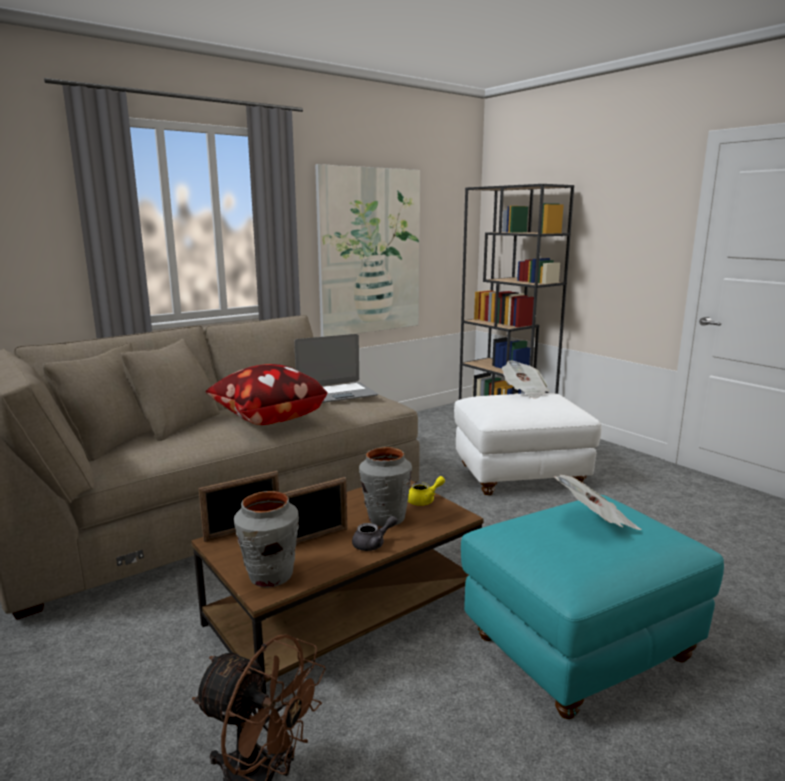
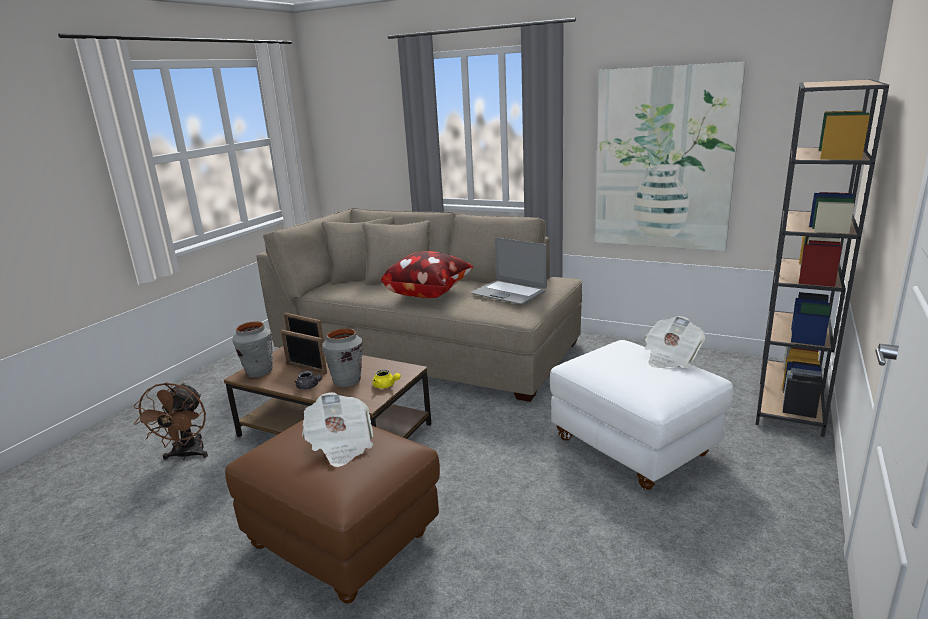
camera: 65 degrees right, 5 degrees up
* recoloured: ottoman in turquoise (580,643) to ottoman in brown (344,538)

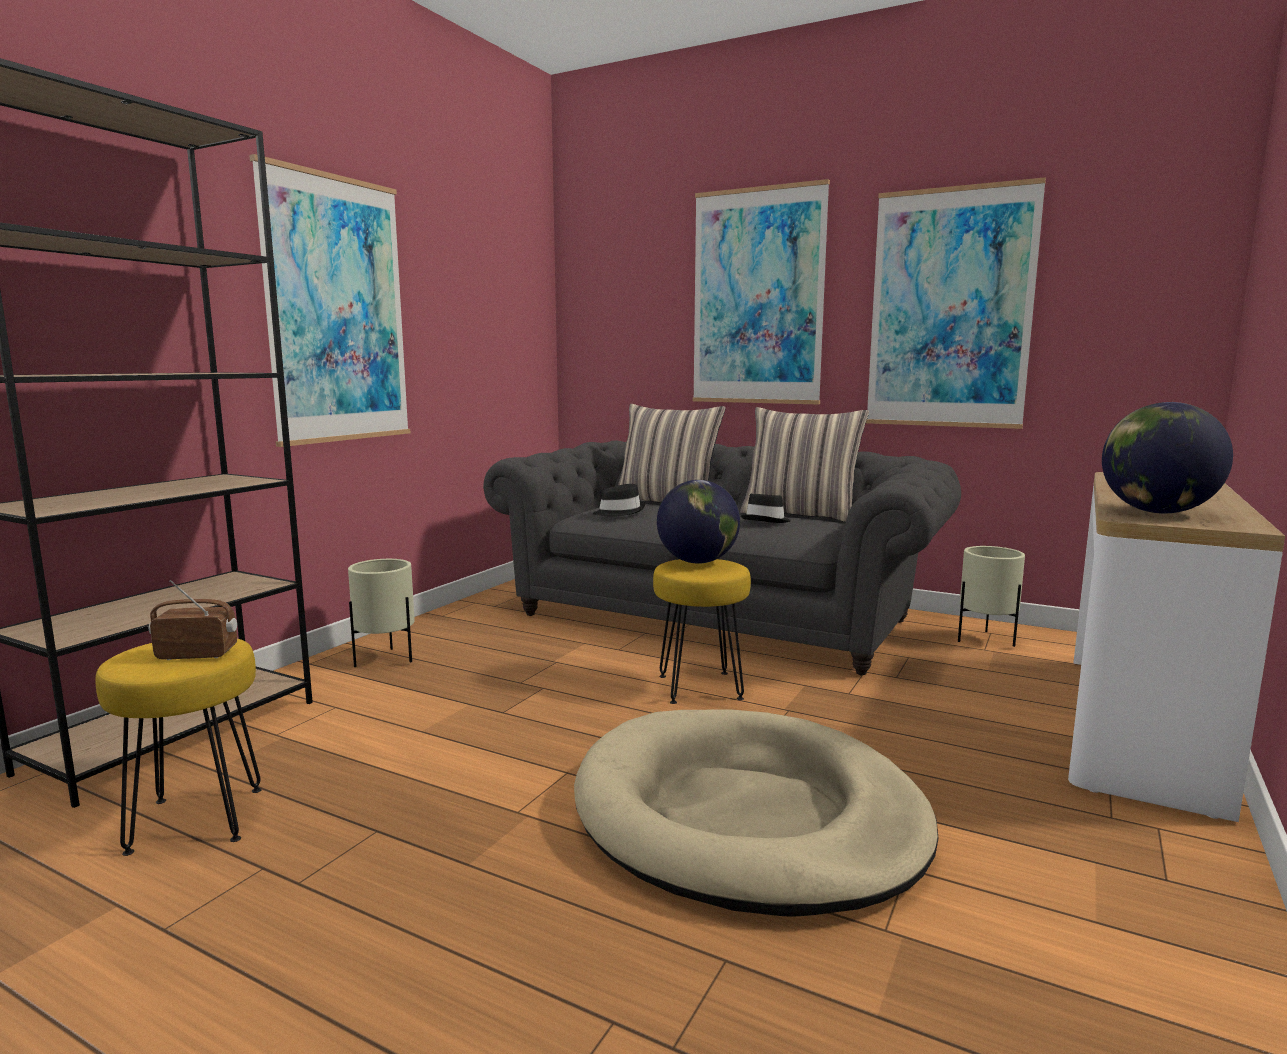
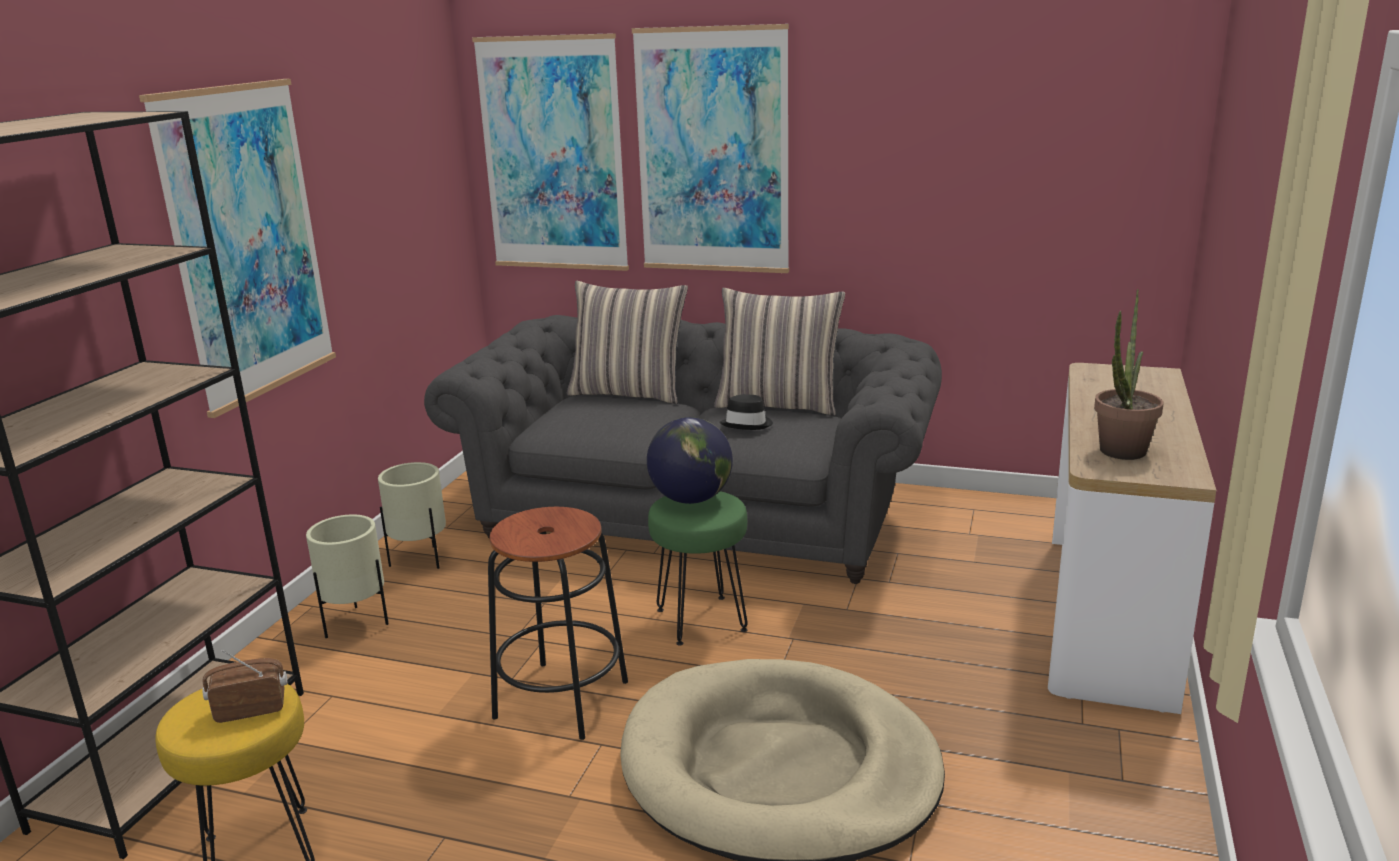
camera: 10 degrees left, 10 degrees up
* removed: hat in black (619,512)
* recoloured: stool in yellow (699,687) to stool in green (700,619)
* moved: picture (950,309) to (553,155)
* moved: planter in beige (986,640) to (421,561)
* replaced: globe (1157,512) to potted plant (1119,455)
* added: stool in black (561,699)

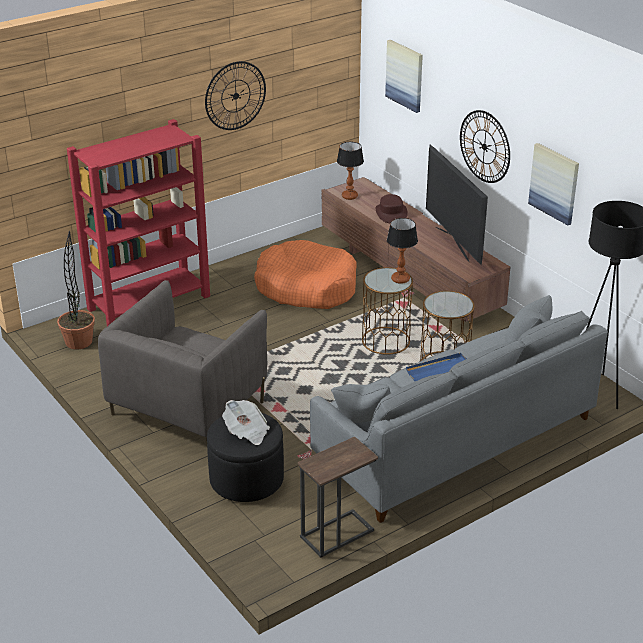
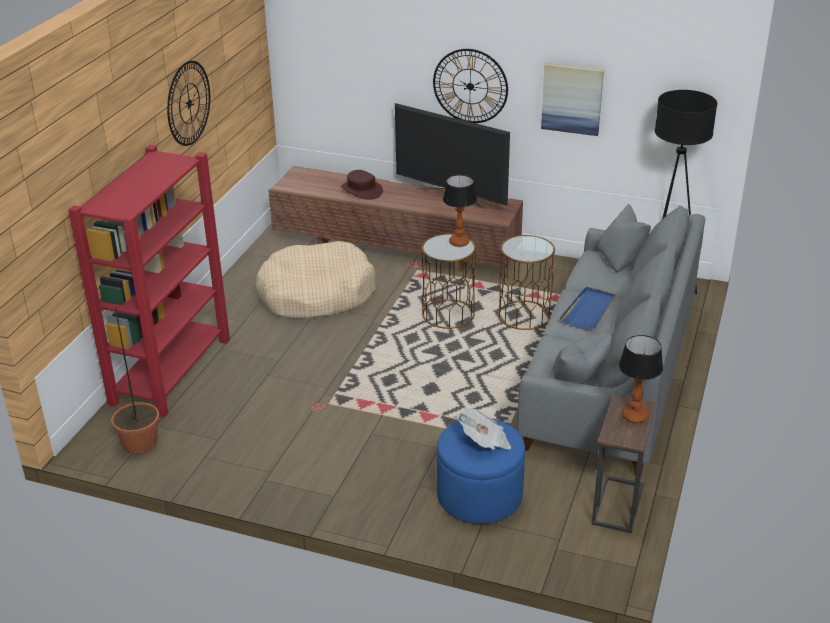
camera: 35 degrees left, 0 degrees up
* removed: armchair in grey (188,407)
* recoloured: ottoman in black (246,479) to ottoman in blue (479,496)
* recoloured: dog bed in orange (306,287) to dog bed in beige (316,294)
* moved: table lamp (349,196) to (635,416)
* removed: picture (405,75)

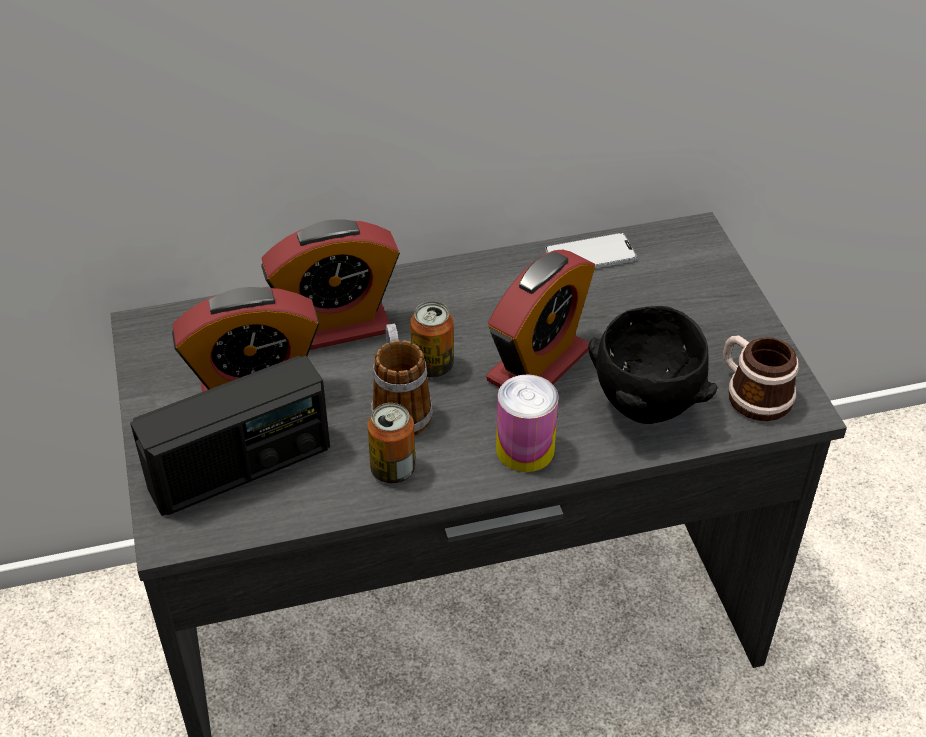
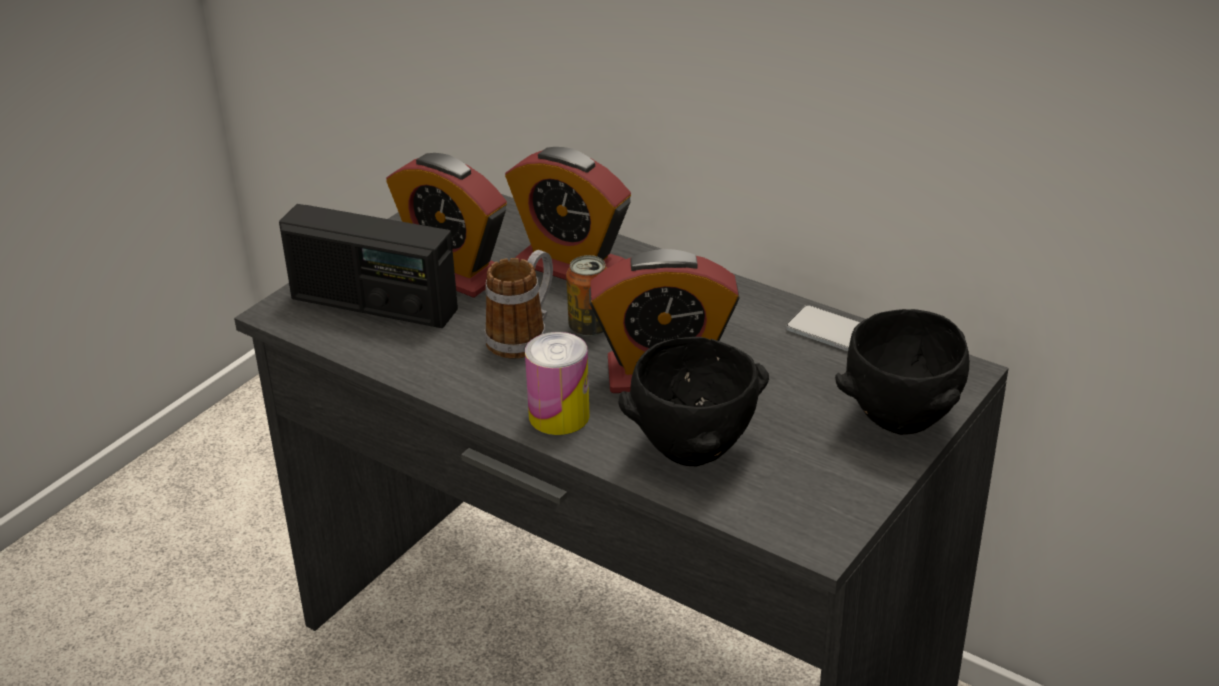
camera: 50 degrees right, 10 degrees down
* removed: can (393,469)
* removed: mug (752,393)
* added: bowl in black (899,421)

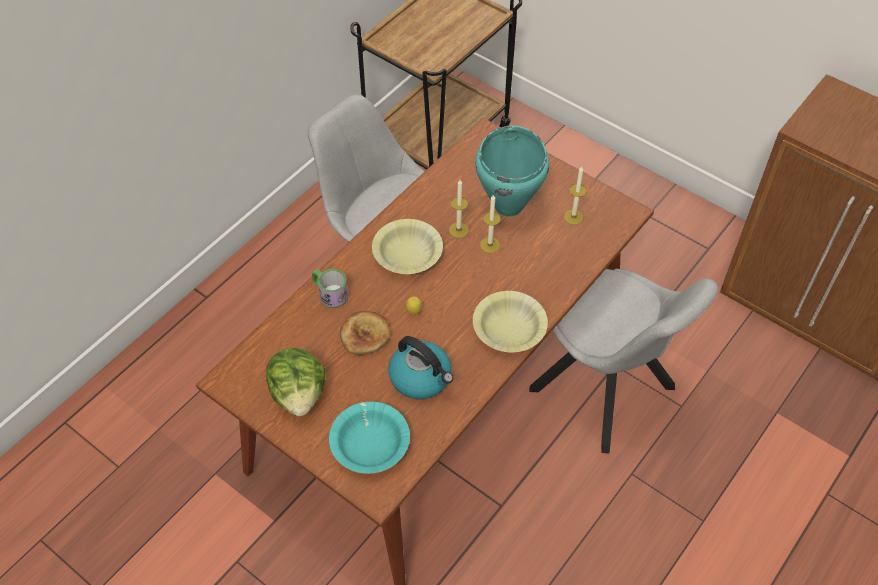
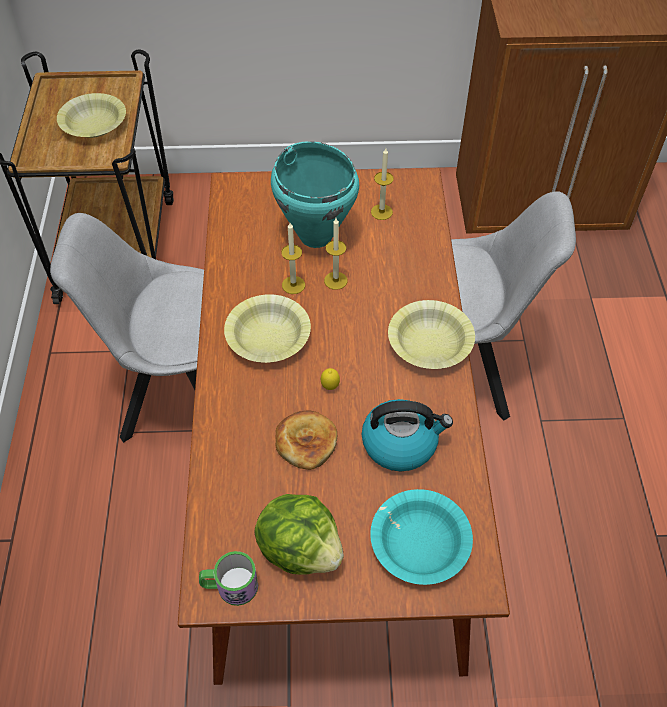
camera: 40 degrees left, 0 degrees up
* moved: mug (329,294) to (230,586)
* added: bowl in yellow (94,125)

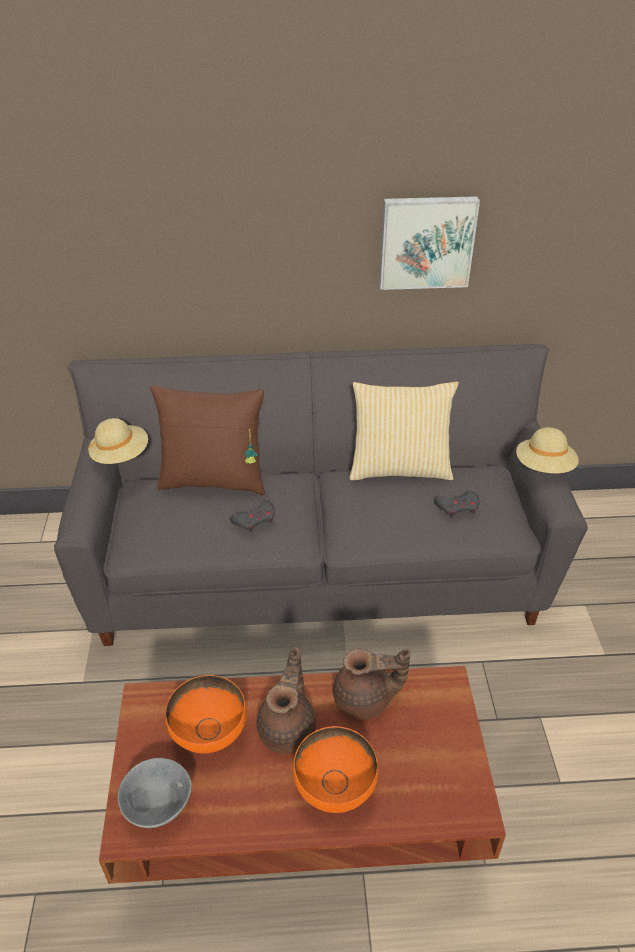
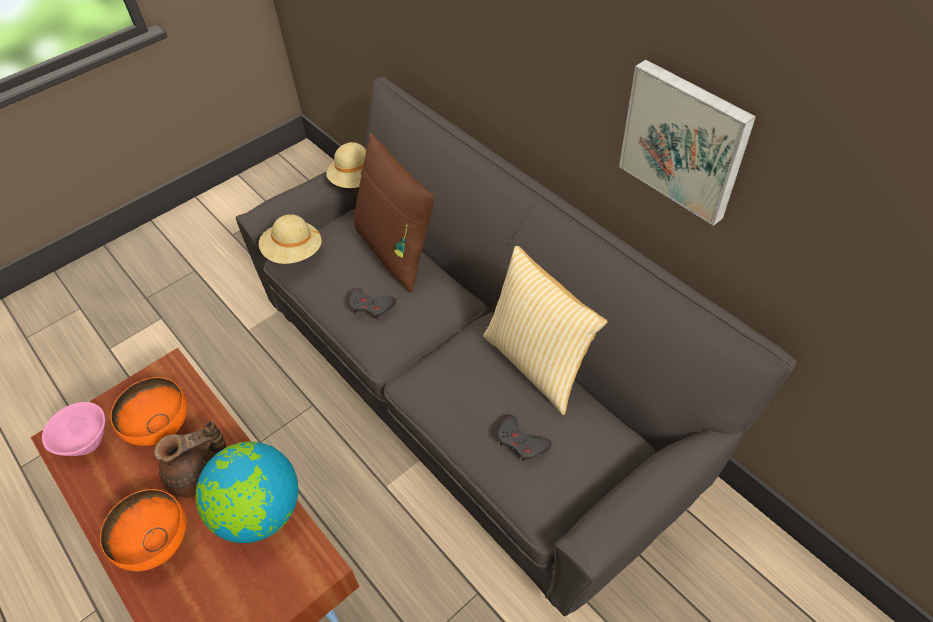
camera: 55 degrees right, 10 degrees up
* recoloured: bowl in grey (158,805) to bowl in pink (87,440)
* replaced: teapot in brown (365,700) to globe (260,512)
* moved: hat in beige (544,467) to (293,252)

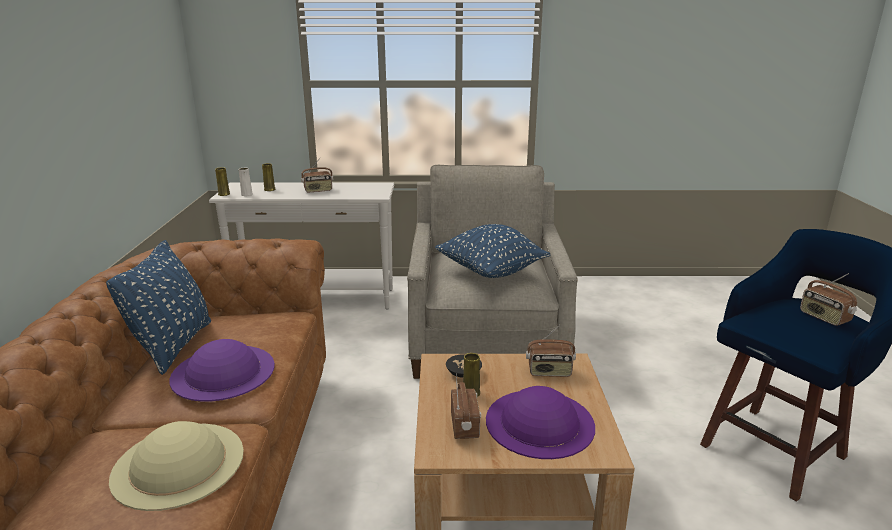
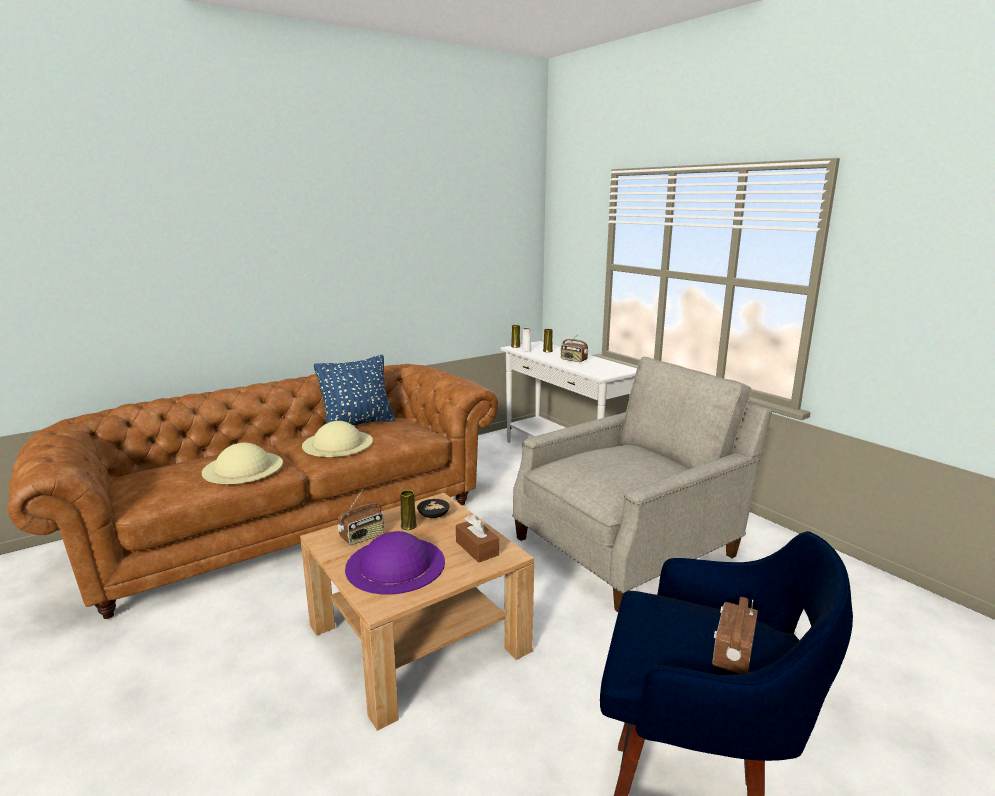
camera: 55 degrees right, 5 degrees down
* recoloured: hat in purple (223,372) to hat in beige (338,443)
* removed: pillow in blue (491,272)
* replaced: radio (549,372) to tissue box in brown (477,548)

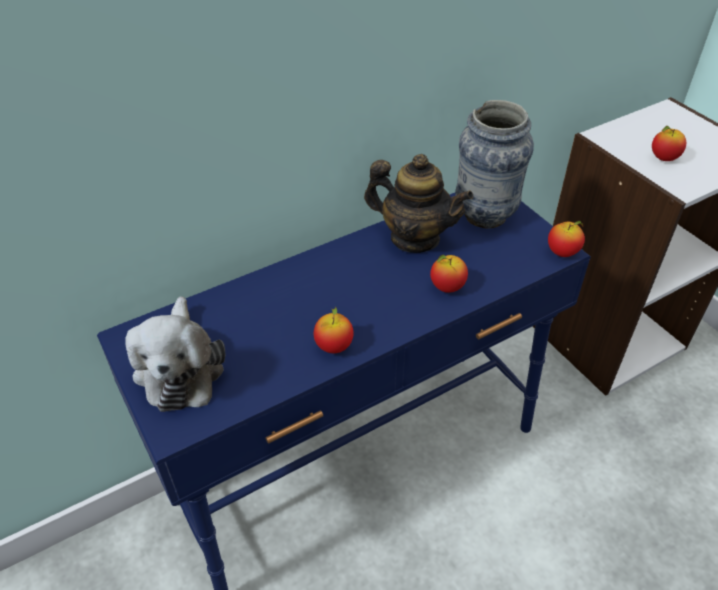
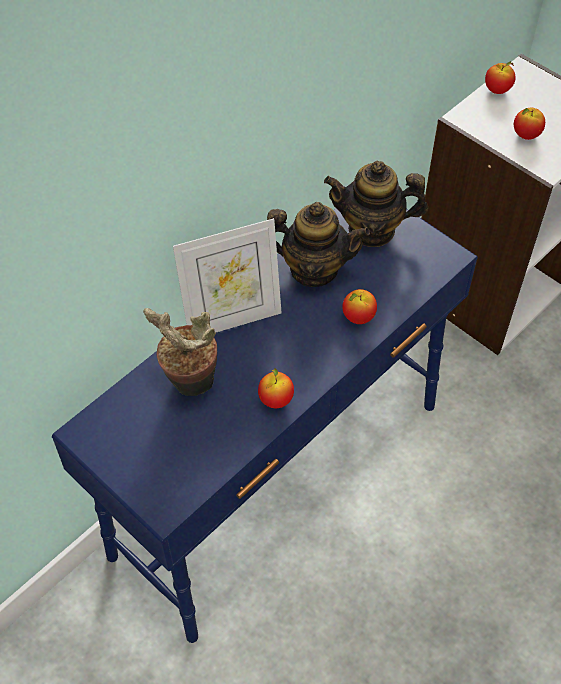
camera: 15 degrees left, 10 degrees up
* removed: plush toy (180,368)
* replaced: vase (484,215) to teapot (372,230)
* moved: apple (562,253) to (497,90)
* added: potted plant (189,384)
* added: picture frame (232,318)

